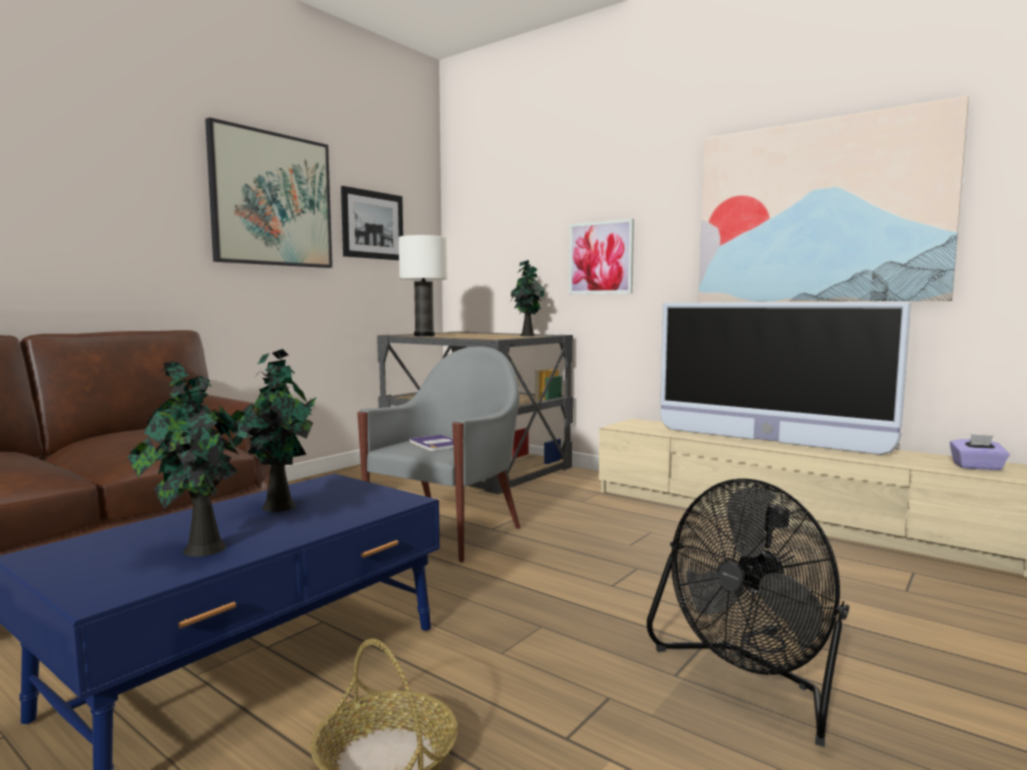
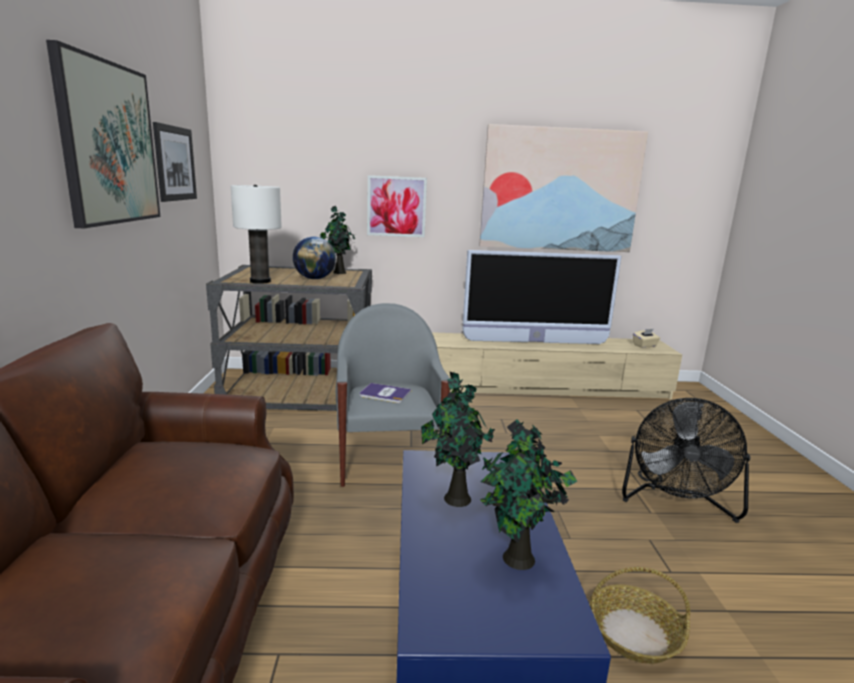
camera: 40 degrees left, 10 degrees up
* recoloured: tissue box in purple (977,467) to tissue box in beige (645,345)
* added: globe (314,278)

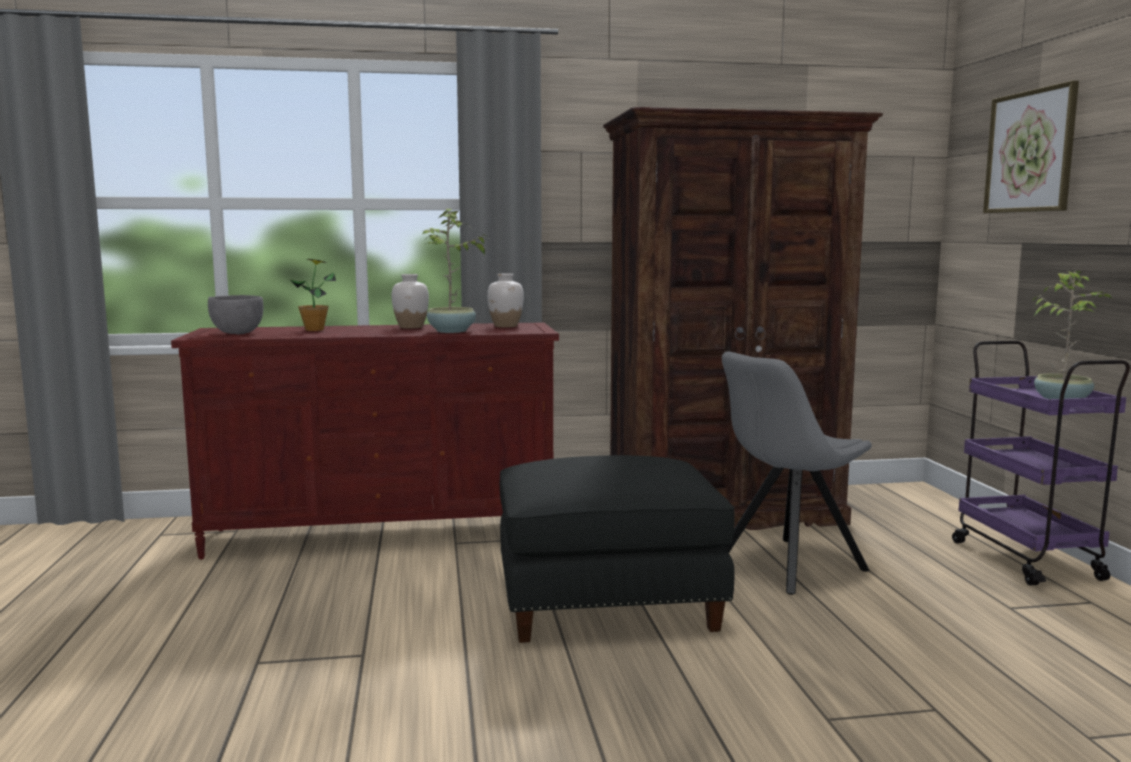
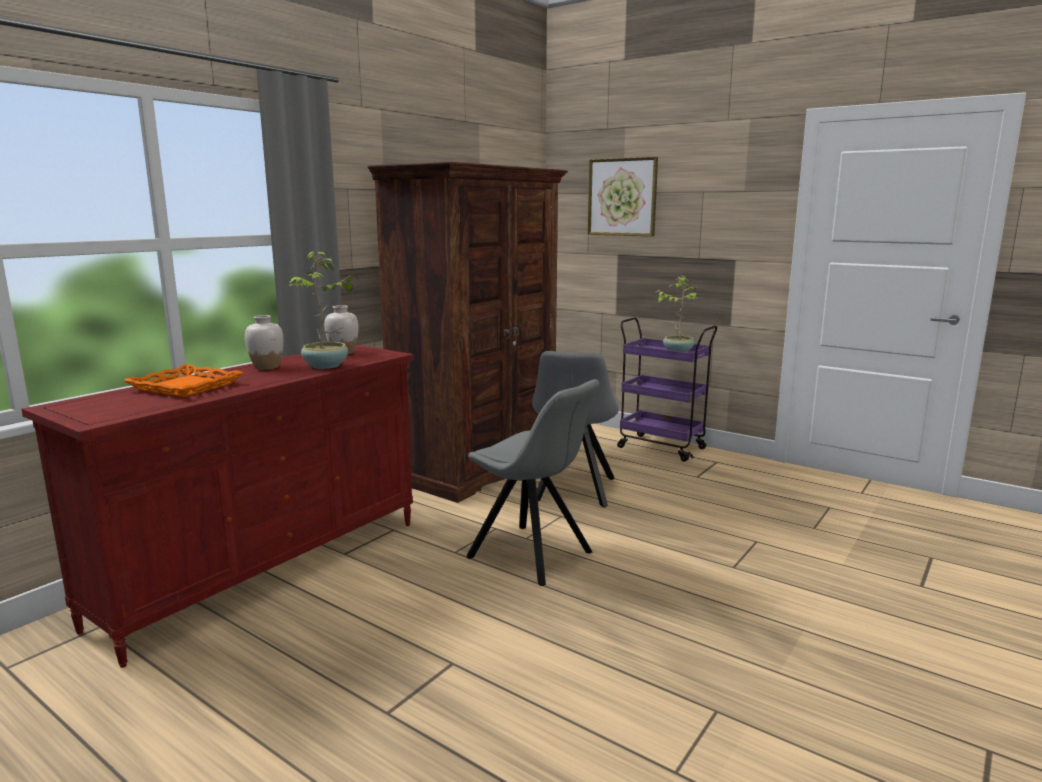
camera: 45 degrees left, 5 degrees up
* removed: bowl in grey (237,333)
* replaced: potted plant (314,330) to tray in orange (185,387)
* replaced: ottoman in black (607,605) to chair in grey (531,554)

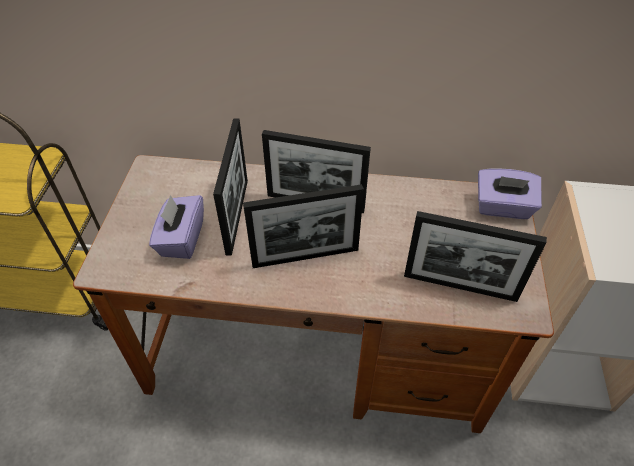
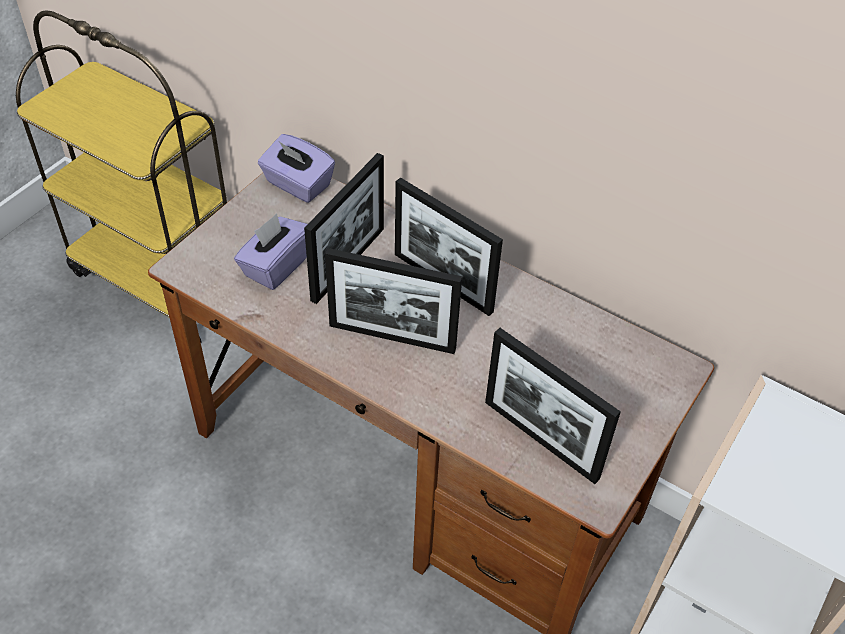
camera: 25 degrees right, 0 degrees up
* moved: tissue box in purple (502,207) to (297,185)

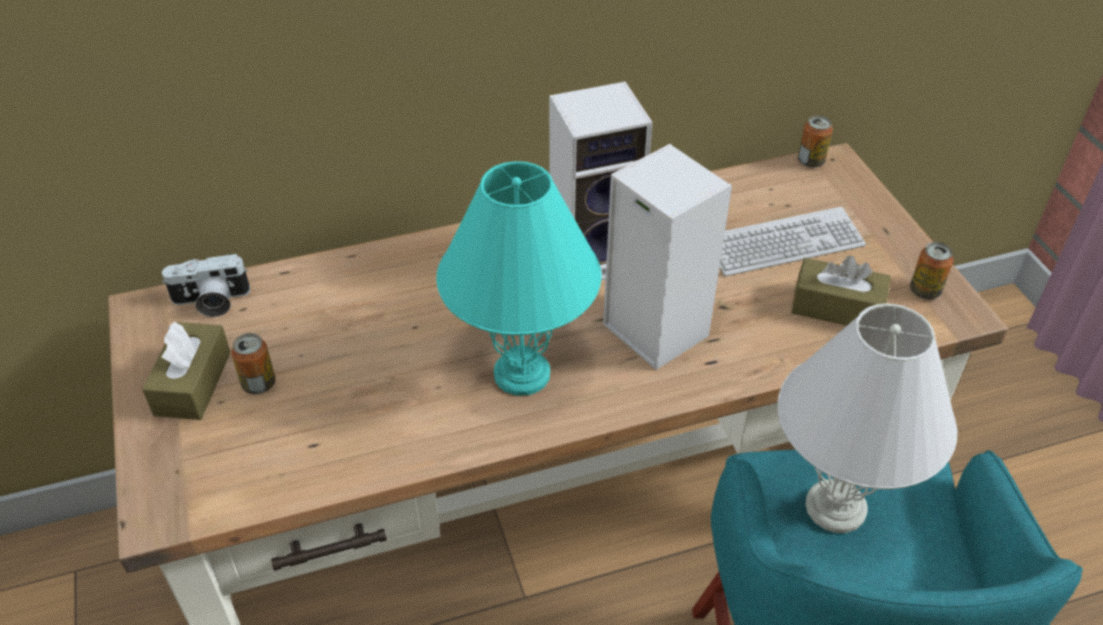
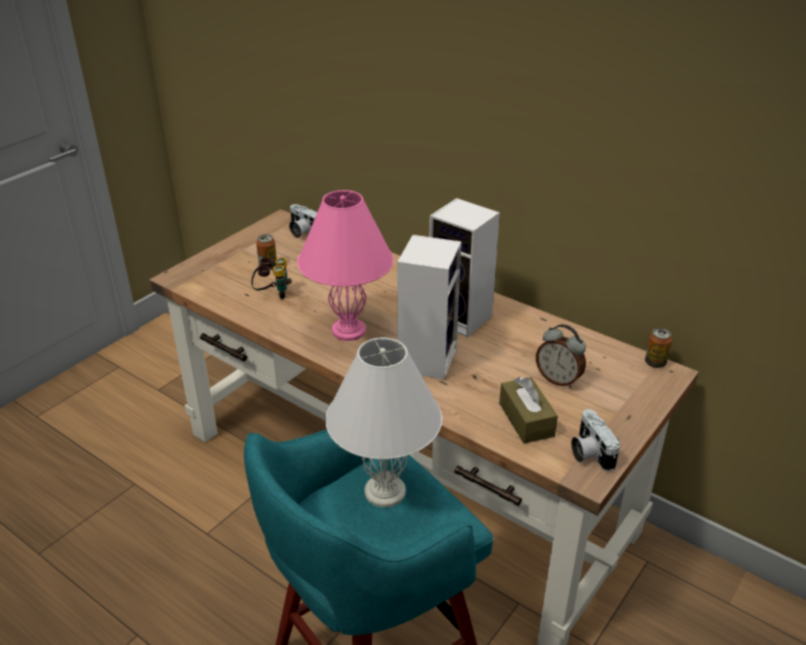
camera: 55 degrees right, 10 degrees down
* removed: tissue box in brown (193,383)
* recoloured: table lamp in turquoise (523,374) to table lamp in pink (348,331)
* replaced: keyboard (783,244) to alarm clock (558,379)
* replaced: can (924,291) to photo camera (589,452)
* added: binoculars (273,293)

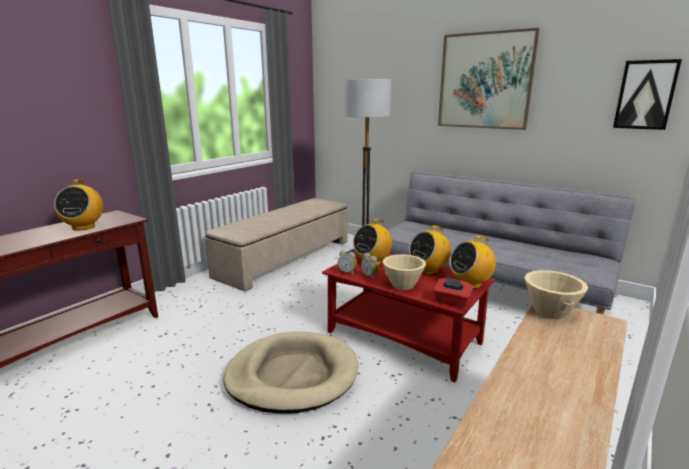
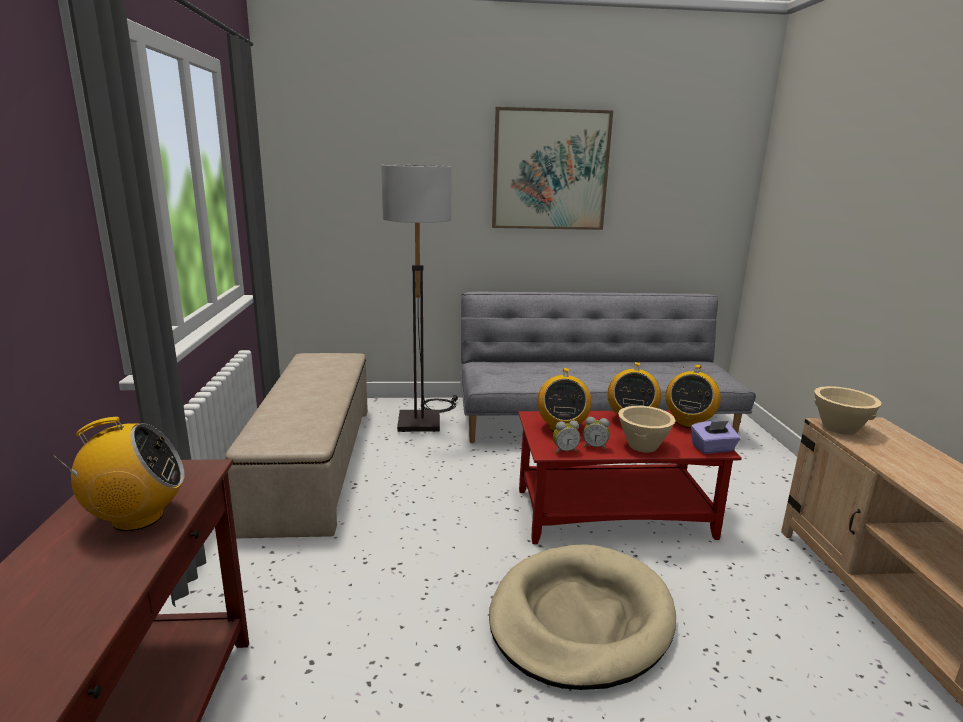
camera: 40 degrees left, 0 degrees up
* turned: radio (83,227) = (137,518) 60 degrees counterclockwise
* recoloured: tissue box in red (451,302) to tissue box in purple (713,448)
* removed: picture (645,95)

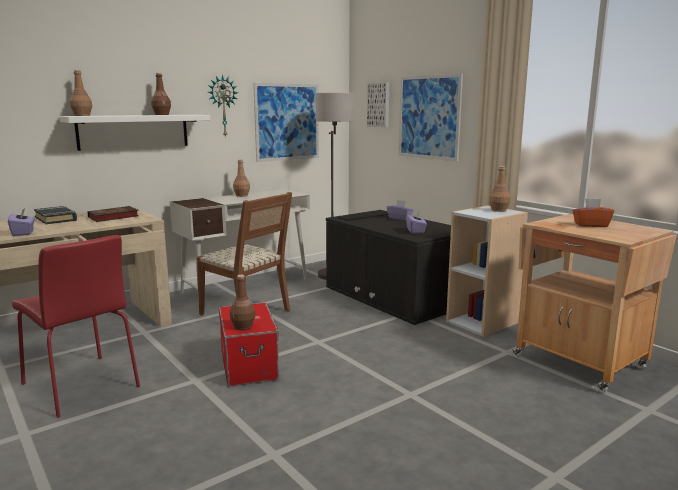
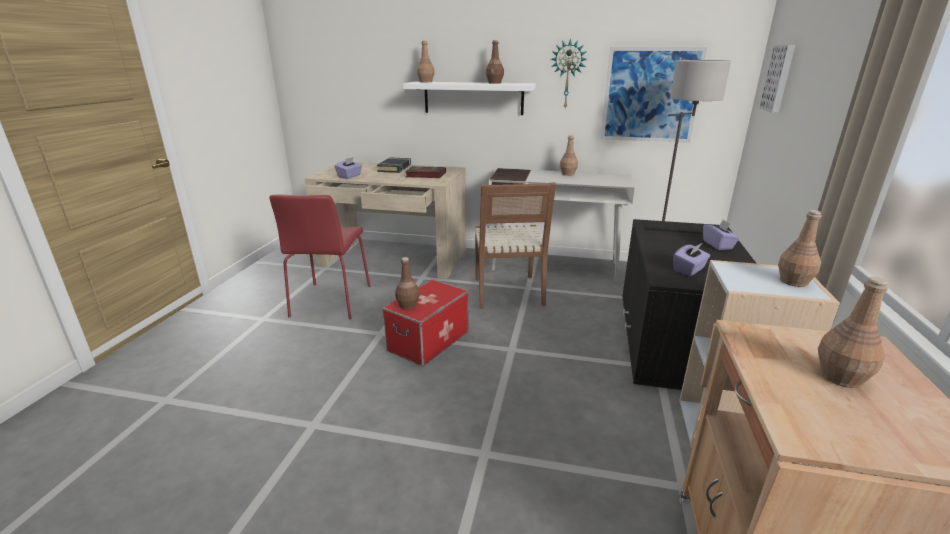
camera: 50 degrees right, 10 degrees up
* removed: picture (429,117)
* replaced: tissue box in orange (590,225) to bottle in brown (840,377)

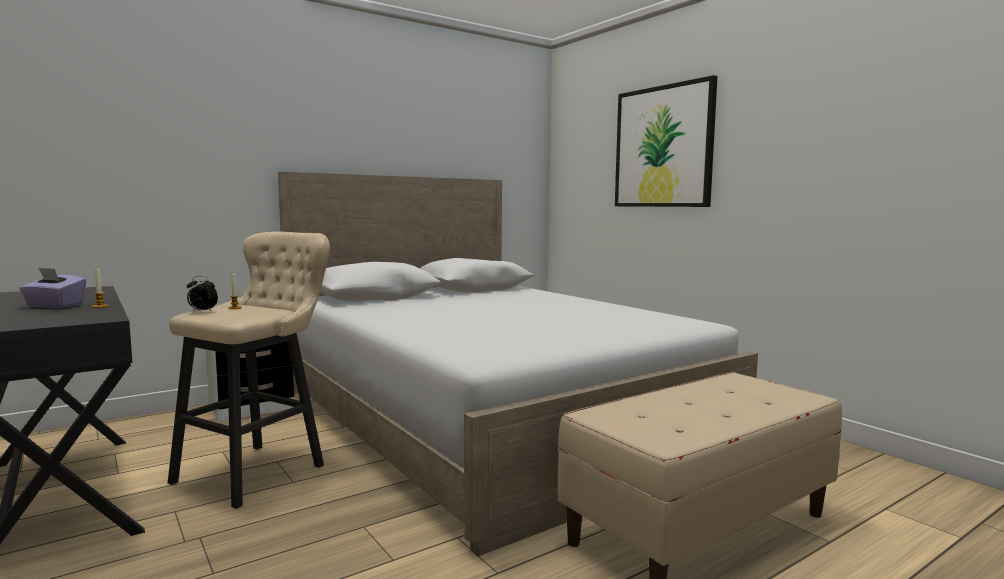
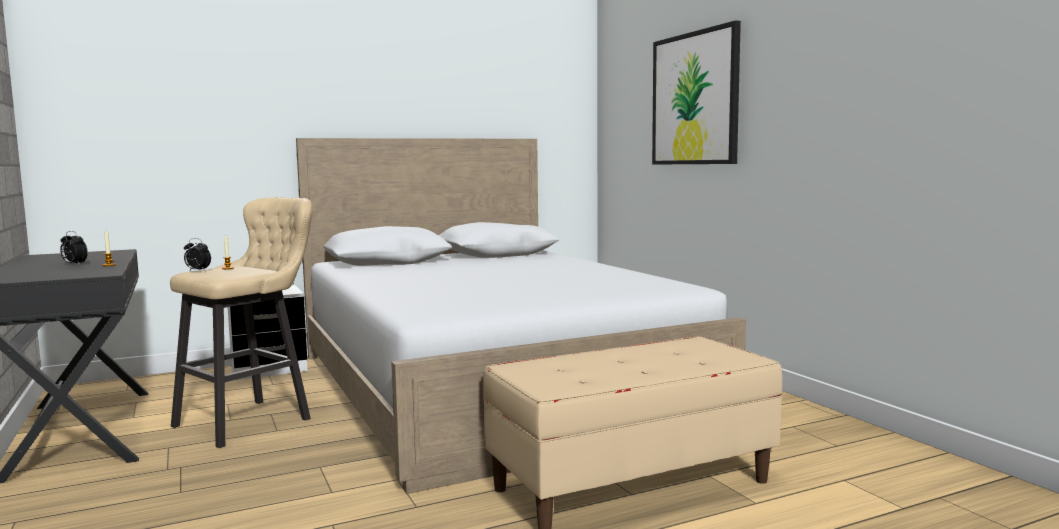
camera: 10 degrees right, 0 degrees up
* replaced: tissue box in purple (54,306) to alarm clock (74,264)

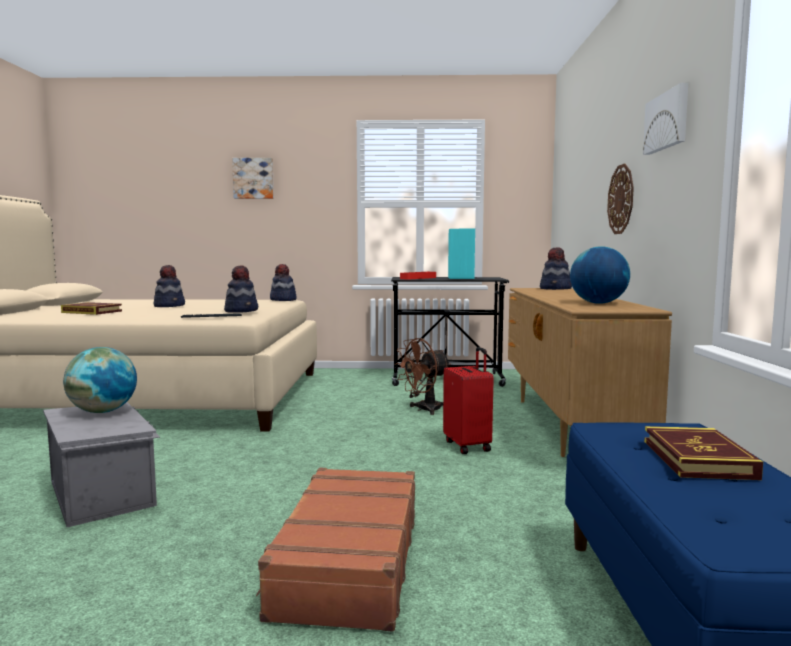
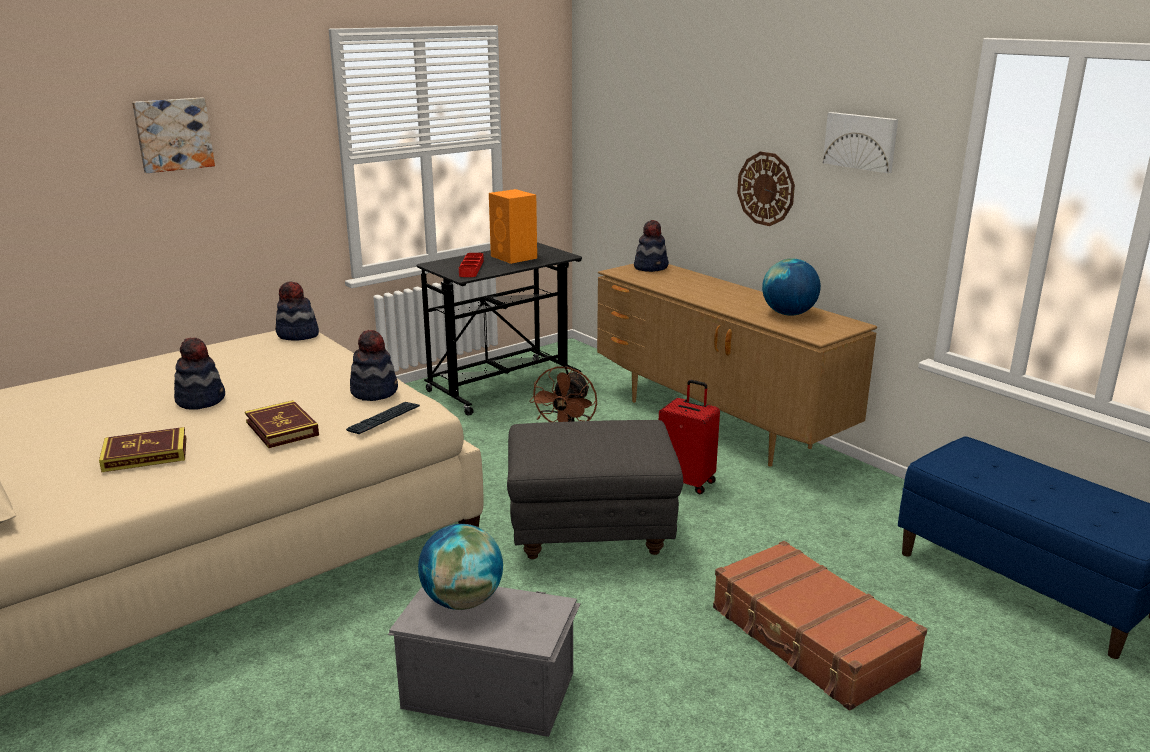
camera: 40 degrees left, 15 degrees up
* recoloured: speaker in turquoise (461,278) to speaker in orange (514,257)
* moved: book (697,459) to (282,428)
* added: ottoman in grey (591,534)

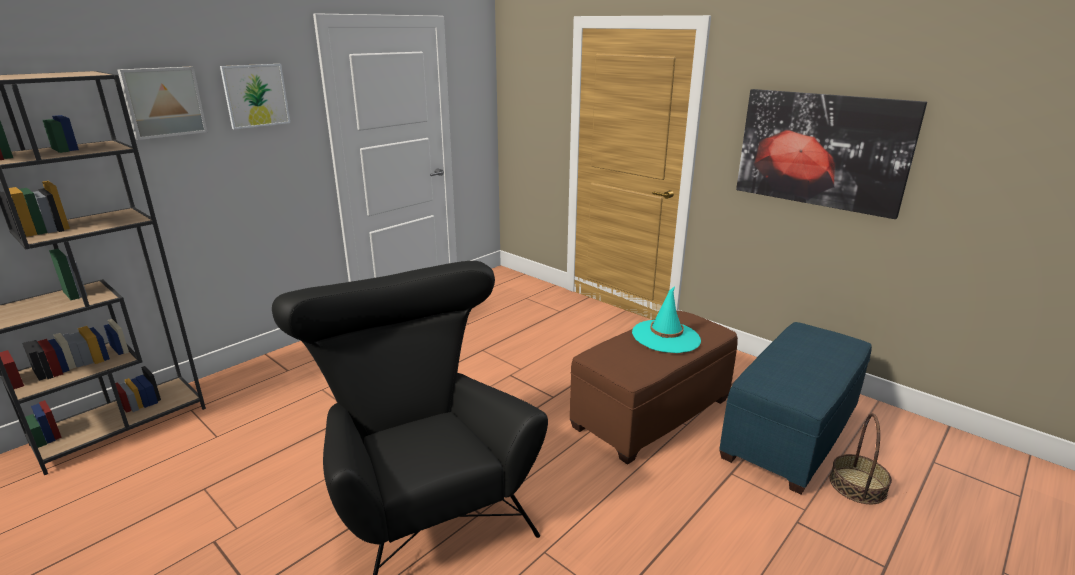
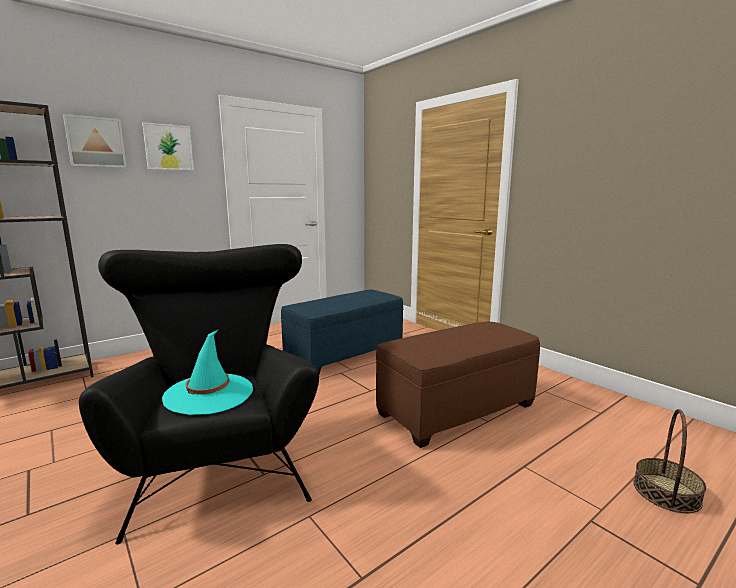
camera: 10 degrees right, 10 degrees down
* moved: hat in turquoise (666,337) to (209,394)
* moved: ottoman in blue (789,433) to (345,354)
* removed: picture (821,150)

